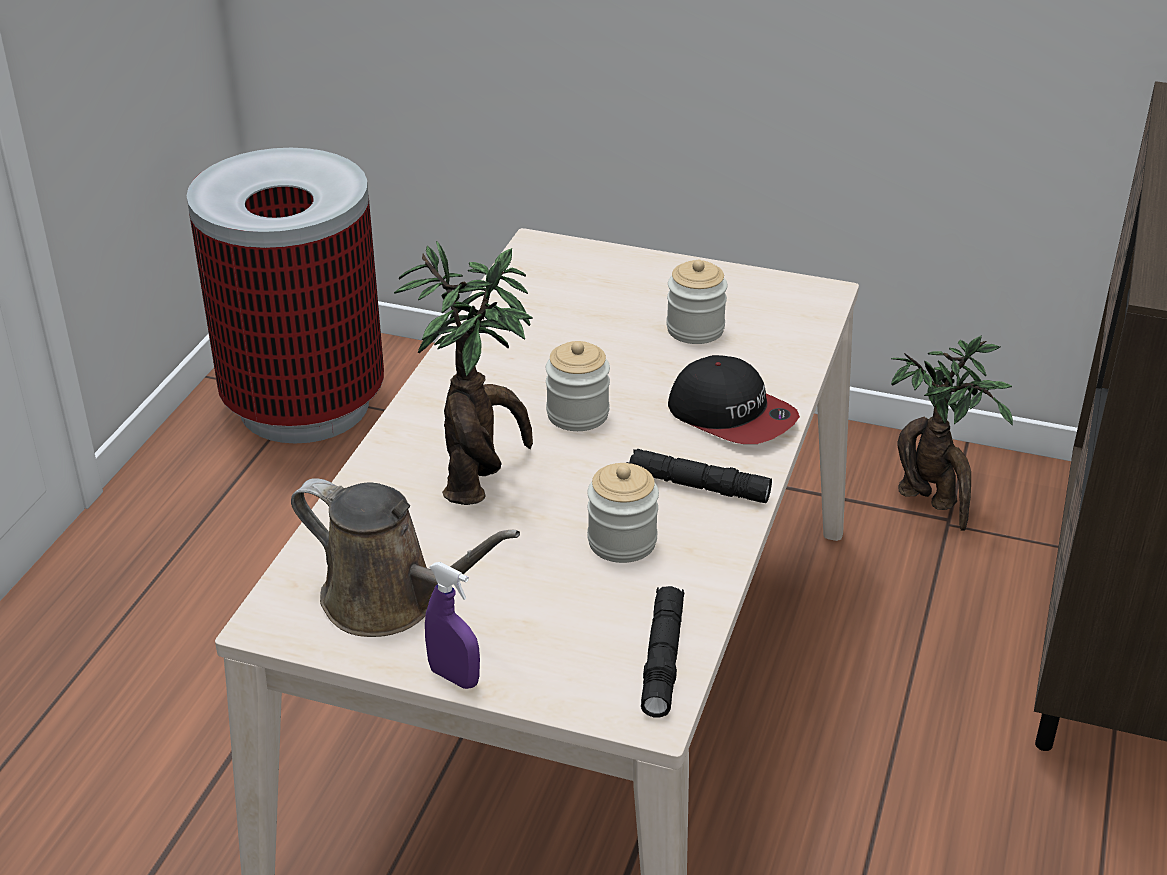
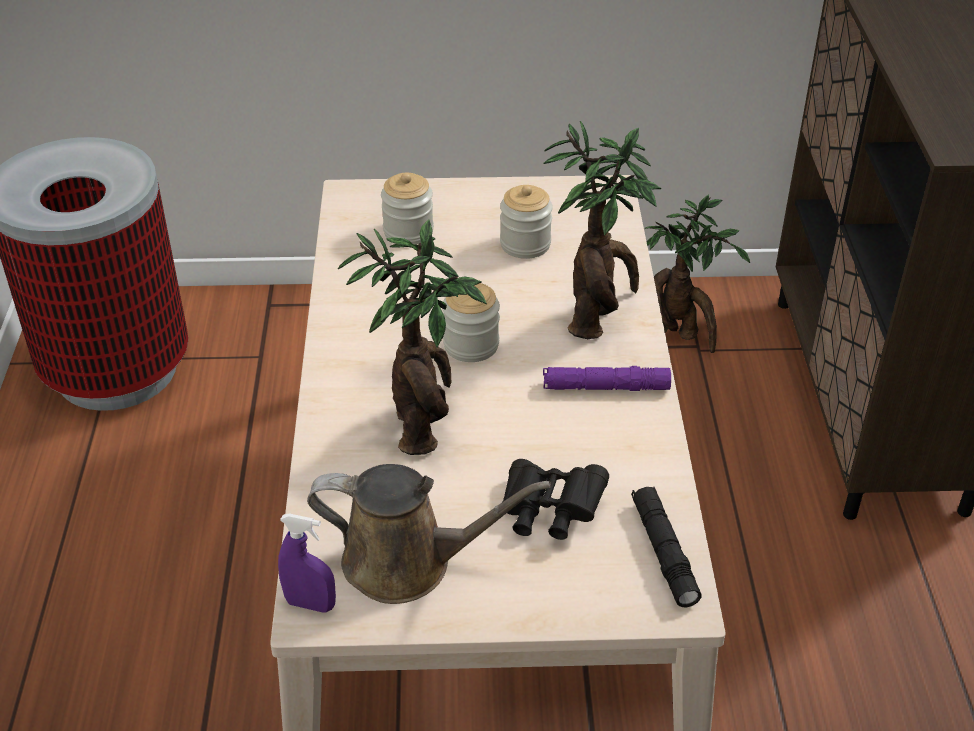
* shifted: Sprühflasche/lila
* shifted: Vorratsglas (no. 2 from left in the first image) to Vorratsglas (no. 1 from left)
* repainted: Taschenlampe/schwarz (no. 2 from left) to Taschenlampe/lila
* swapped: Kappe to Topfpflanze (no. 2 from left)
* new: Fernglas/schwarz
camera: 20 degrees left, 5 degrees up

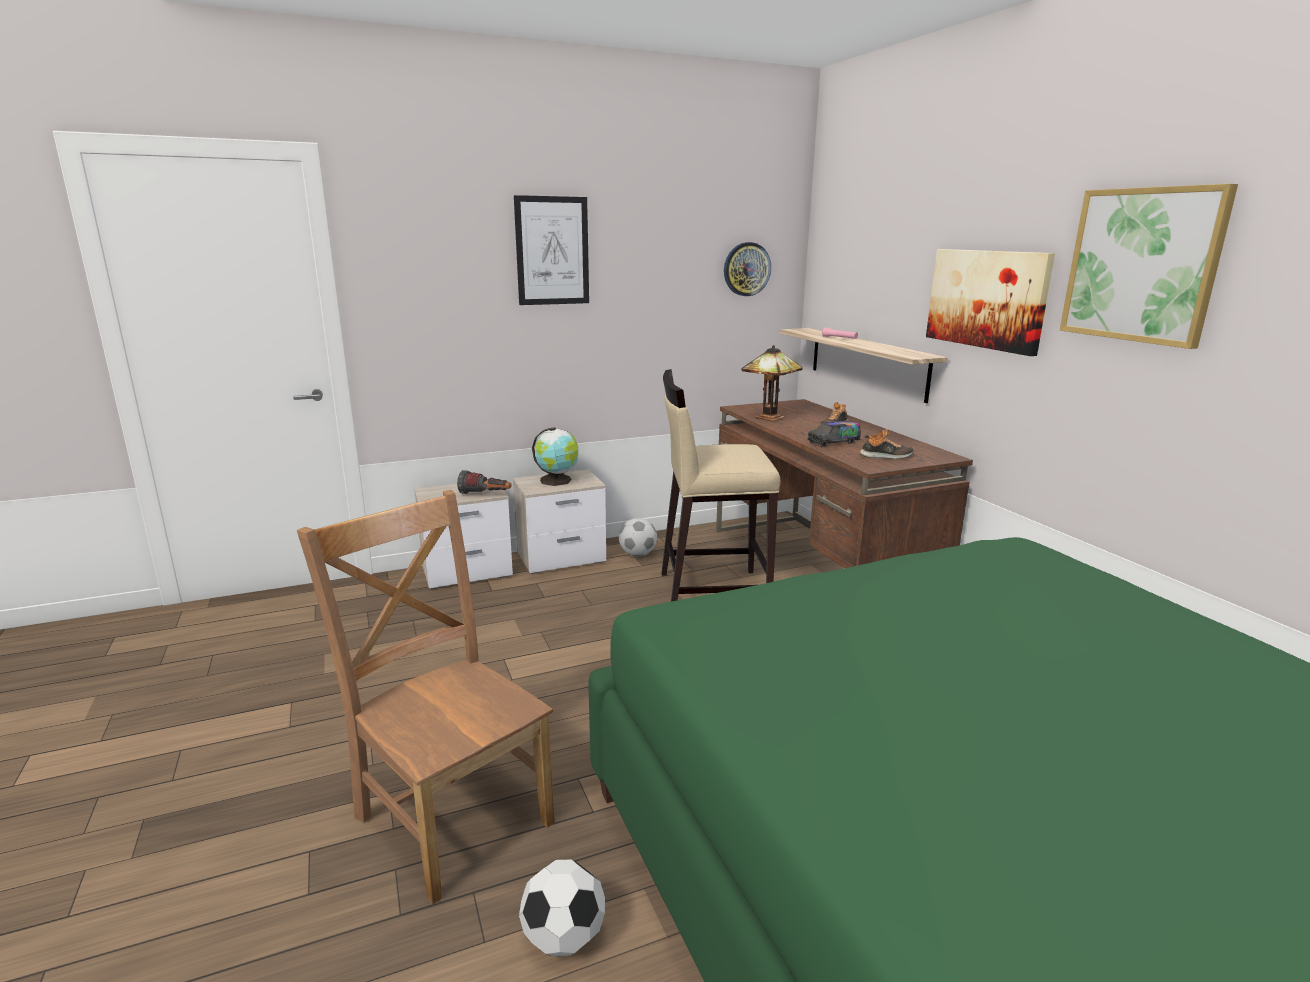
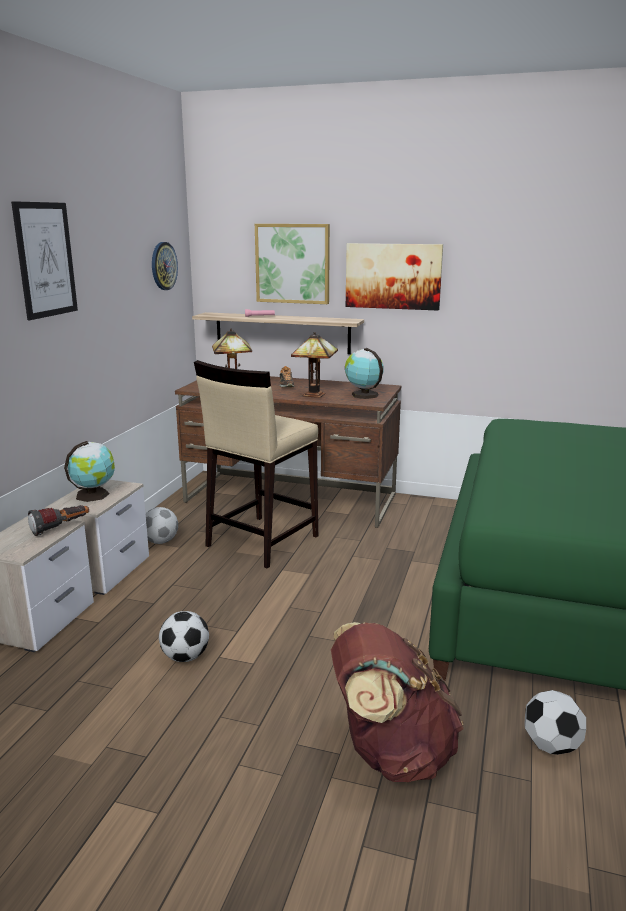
* swapped: Stuhl/braun to Rucksack/braun
* swapped: Spielzeuglaster to Tischlampe (no. 2 from left)
* swapped: Schuh (no. 2 from left) to Globus (no. 2 from left)
* shifted: Bild (no. 3 from left in the first image) to Bild (no. 2 from left)
* new: Fußball (no. 2 from left)
camera: 50 degrees left, 0 degrees up

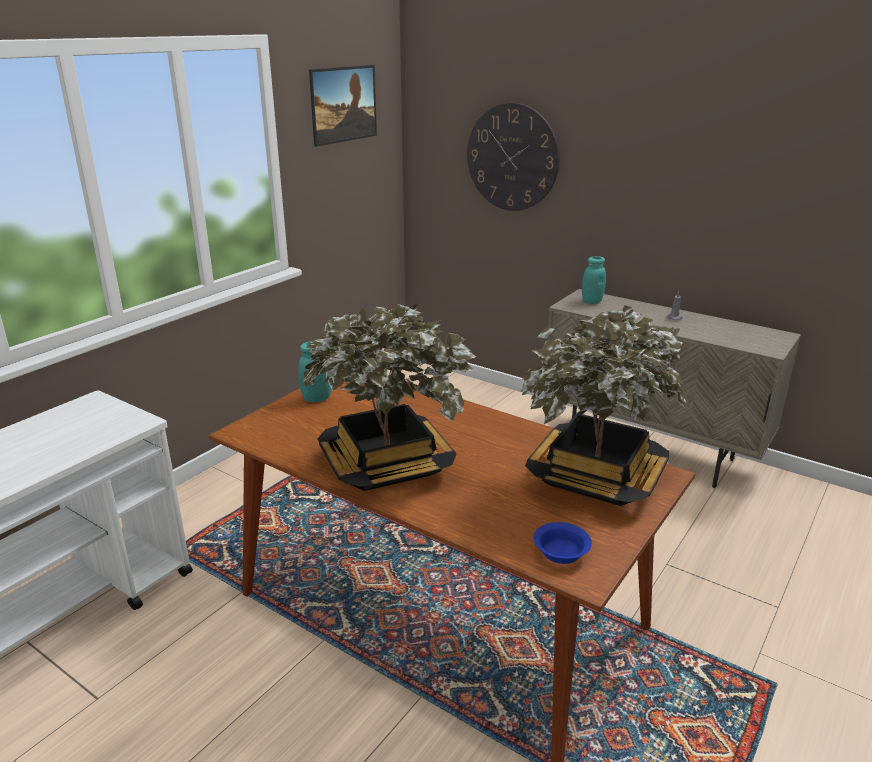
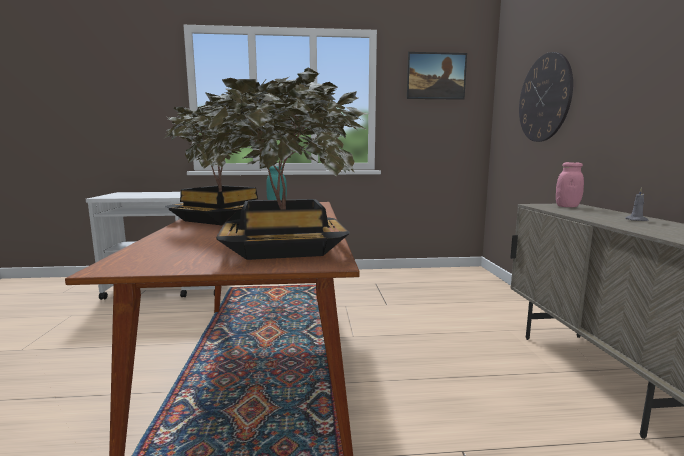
* gone: Schüssel/blau
* repainted: Vorratsglas/türkis (no. 2 from left) to Vorratsglas/rosa
camera: 50 degrees right, 15 degrees down

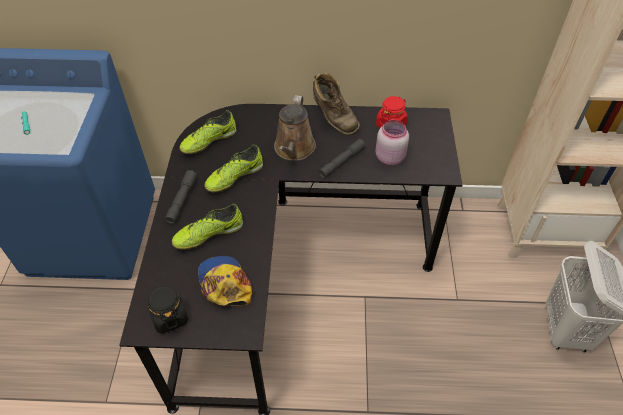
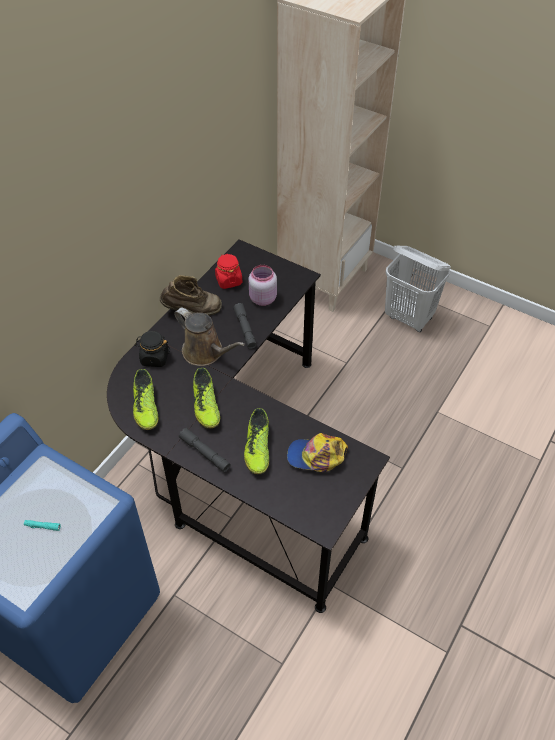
* shifted: Vorratsglas/schwarz
camera: 60 degrees left, 0 degrees up

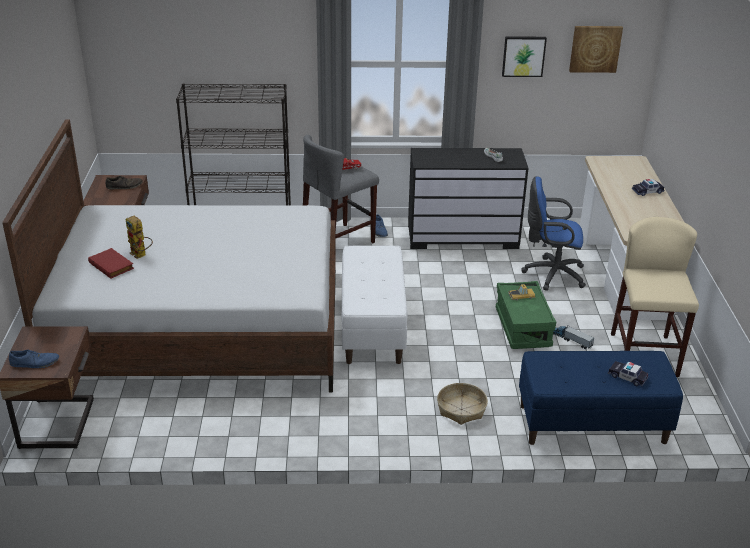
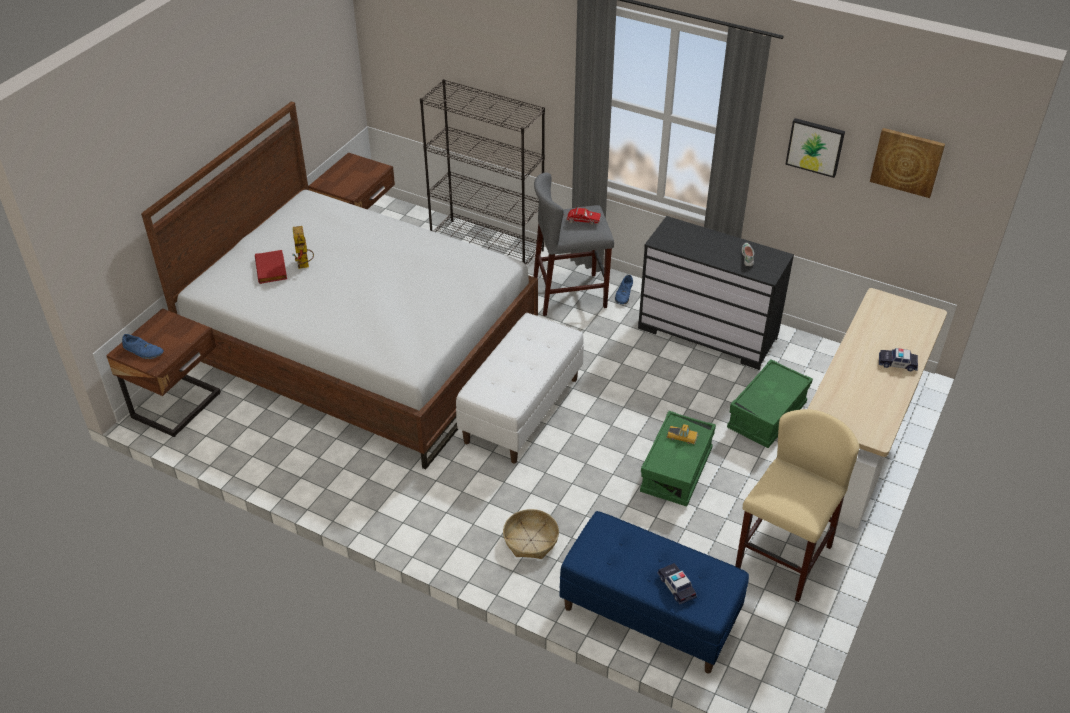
* gone: Schuh/braun
* swapped: Bürostuhl/blau to Aufbewahrungsbox/grün (no. 2 from left)
* gone: Spielzeuglaster (no. 2 from left)
camera: 30 degrees right, 10 degrees up

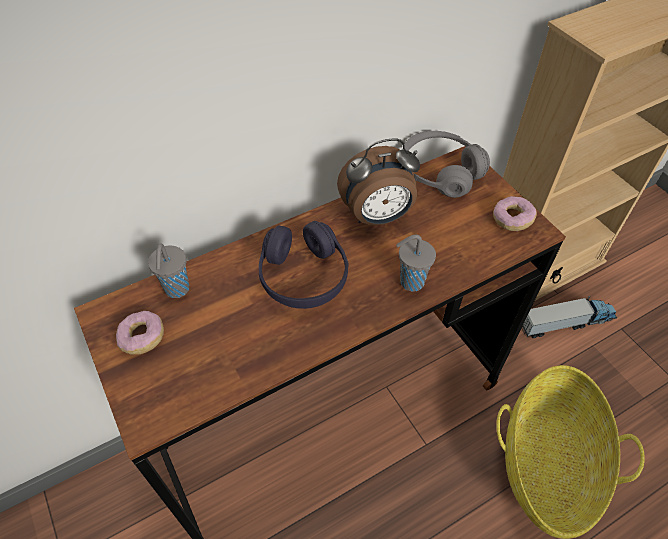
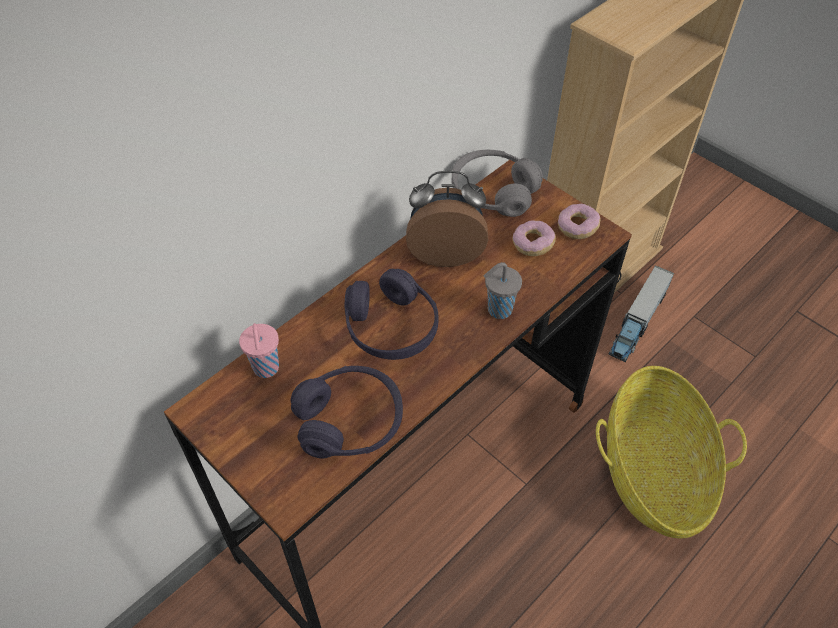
* shifted: Donut (no. 1 from left)
* repainted: Tasse/grau (no. 1 from left) to Tasse/rosa
* rotated: Wecker 150 degrees counterclockwise
* rotated: Spielzeuglaster 150 degrees clockwise
* new: Kopfhörer/lila (no. 1 from left)
camera: 15 degrees left, 0 degrees up

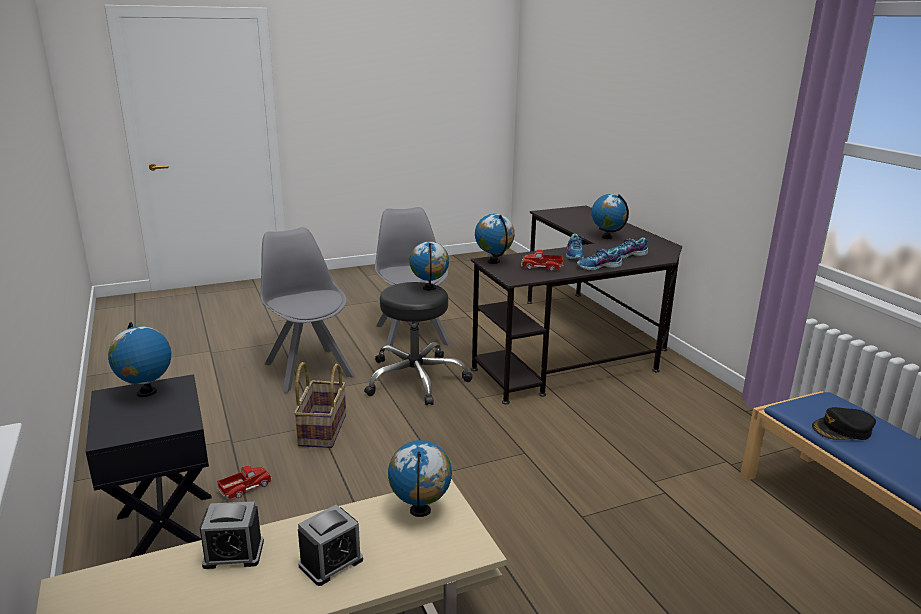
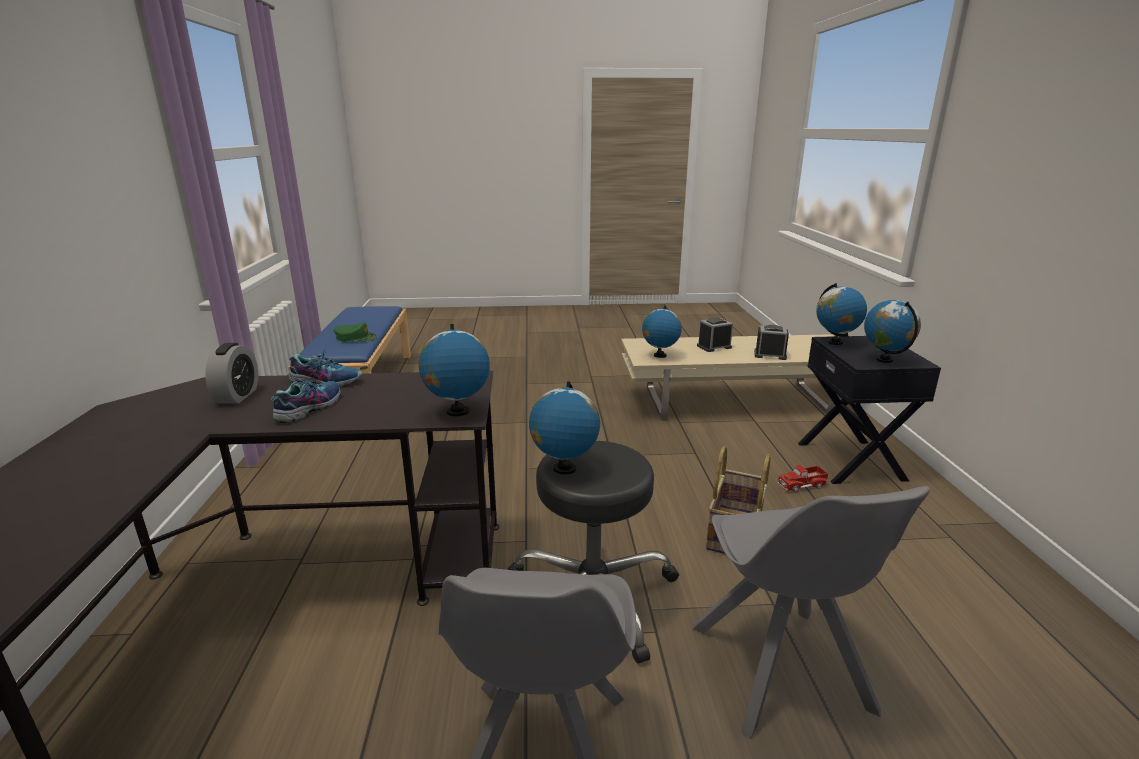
* gone: Spielzeuglaster (no. 2 from left)
* shifted: Globus (no. 5 from left in the first image) to Globus (no. 4 from left)
* swapped: Schuh (no. 3 from left) to Wecker (no. 1 from left)
* repainted: Kappe/schwarz to Kappe/grün
camera: 160 degrees left, 0 degrees up

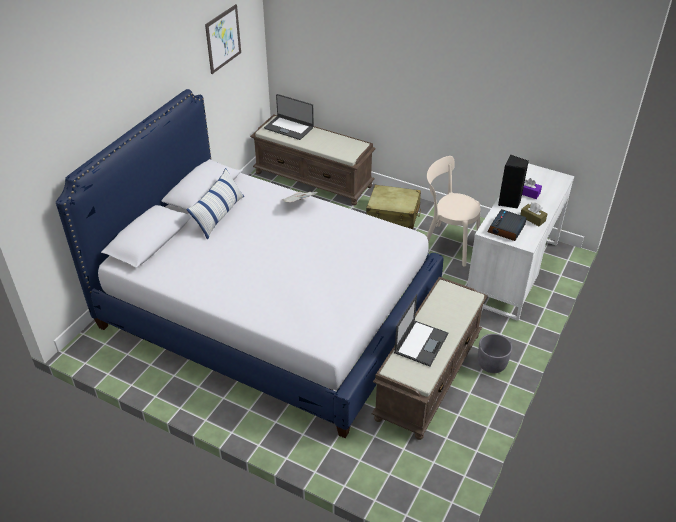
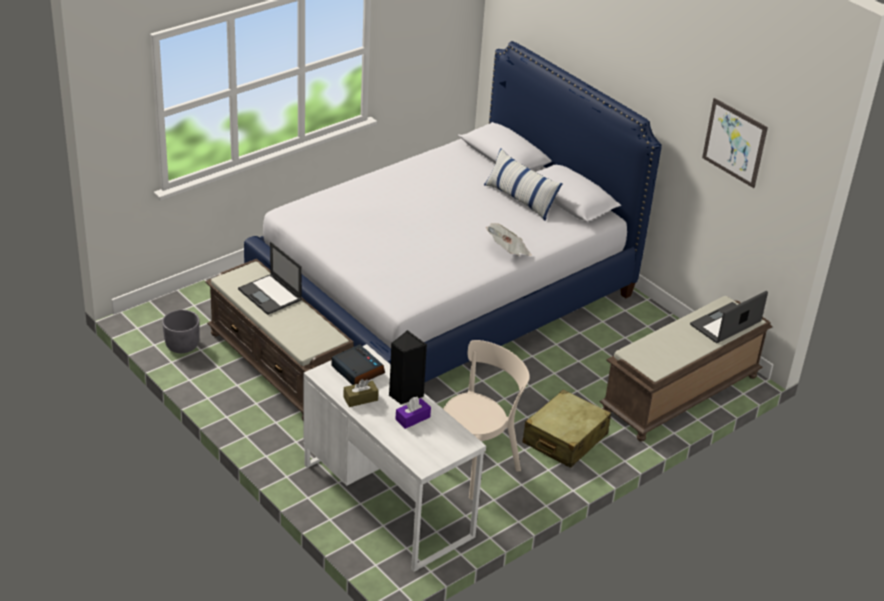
* shifted: Pflanzkübel/grau
camera: 110 degrees right, 5 degrees down

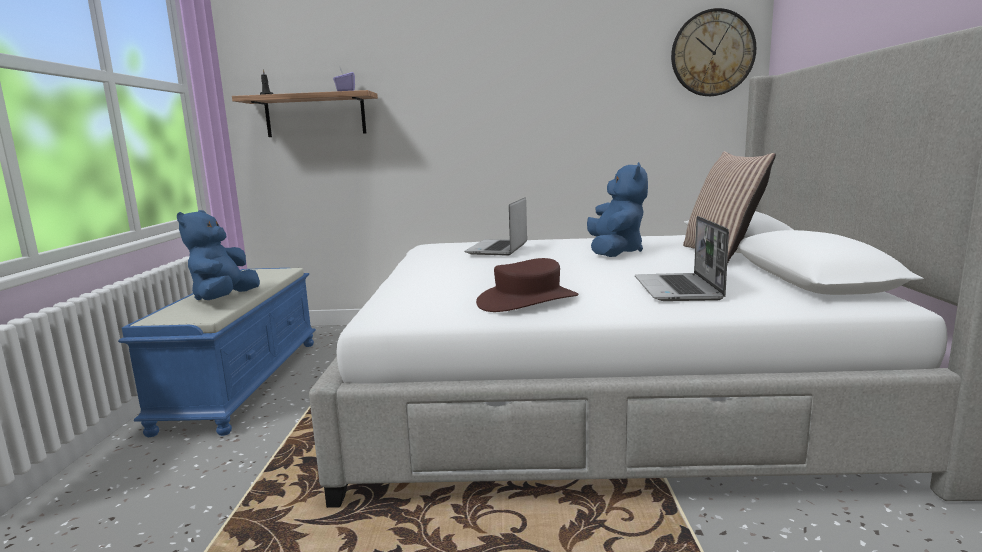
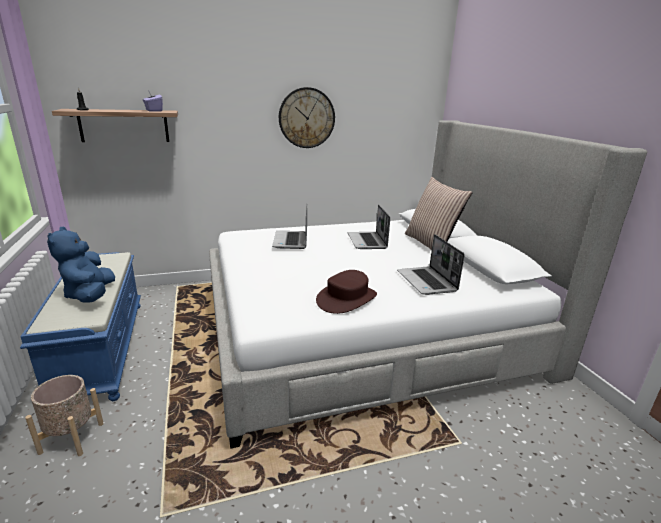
* swapped: Plüschtier/blau (no. 2 from left) to Laptop (no. 2 from left)
* shifted: Wanduhr
* new: Pflanzkübel/beige
camera: 20 degrees left, 10 degrees up

